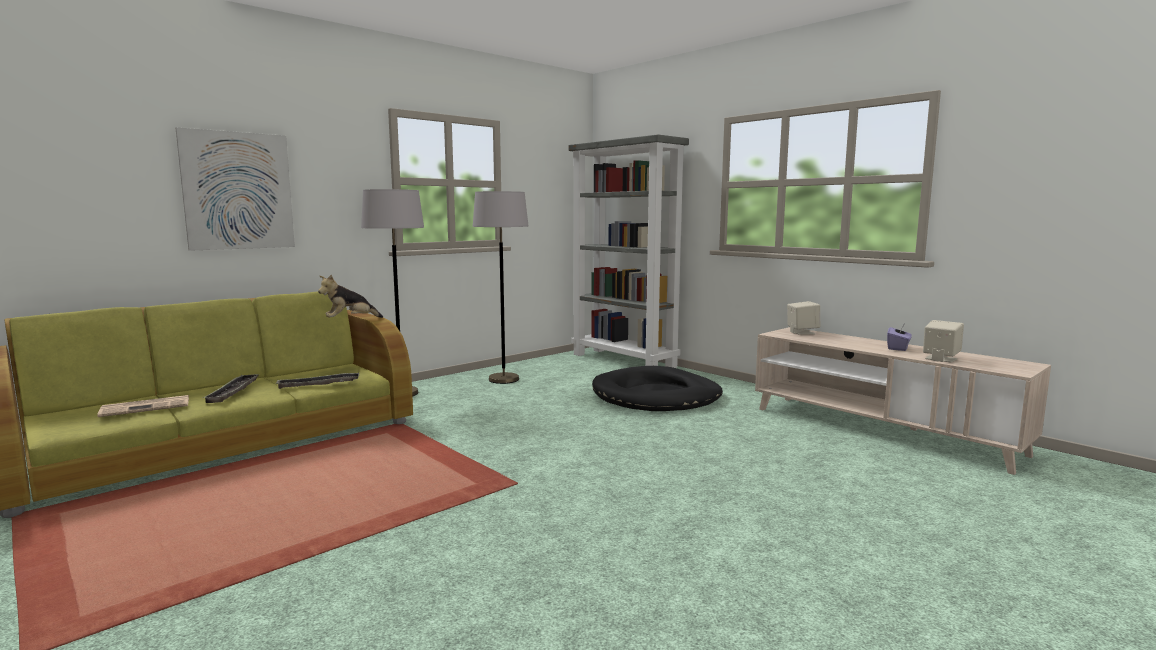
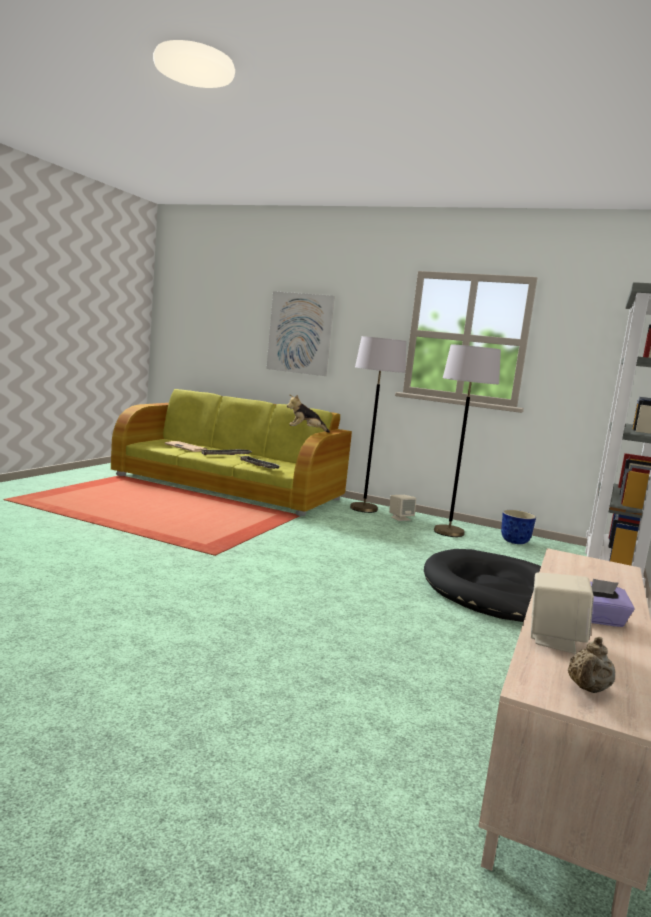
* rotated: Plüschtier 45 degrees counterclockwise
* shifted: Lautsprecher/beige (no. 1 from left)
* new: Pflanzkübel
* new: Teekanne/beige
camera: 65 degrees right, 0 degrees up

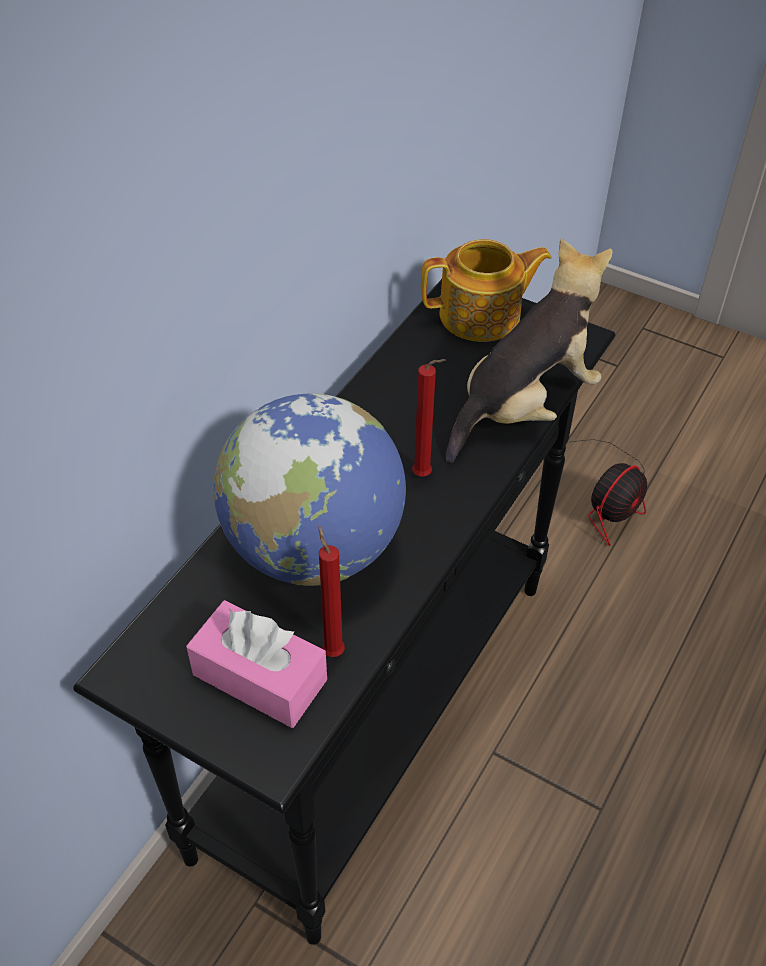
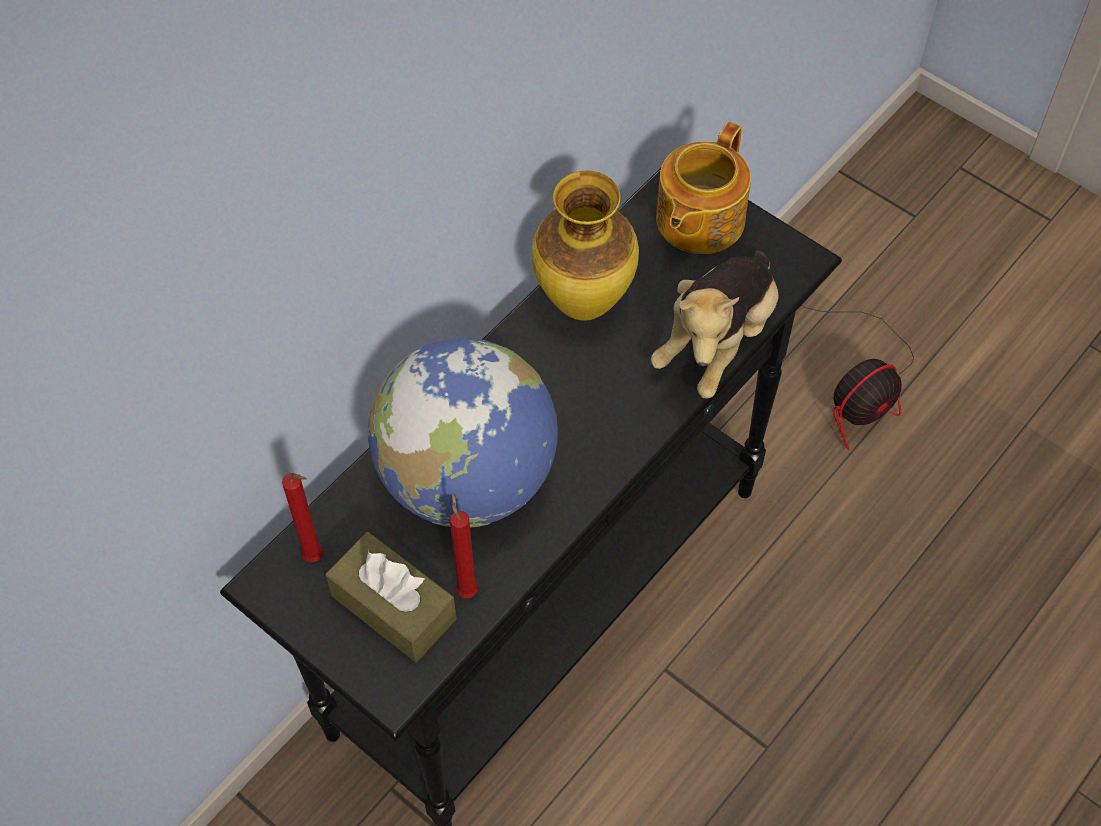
* repainted: Taschentuchbox/rosa to Taschentuchbox/braun
* shifted: Kerze/rot (no. 2 from left in the first image) to Kerze/rot (no. 1 from left)
* rotated: Teekanne 120 degrees clockwise
* rotated: Plüschtier 150 degrees clockwise
* new: Vase
camera: 10 degrees right, 10 degrees up

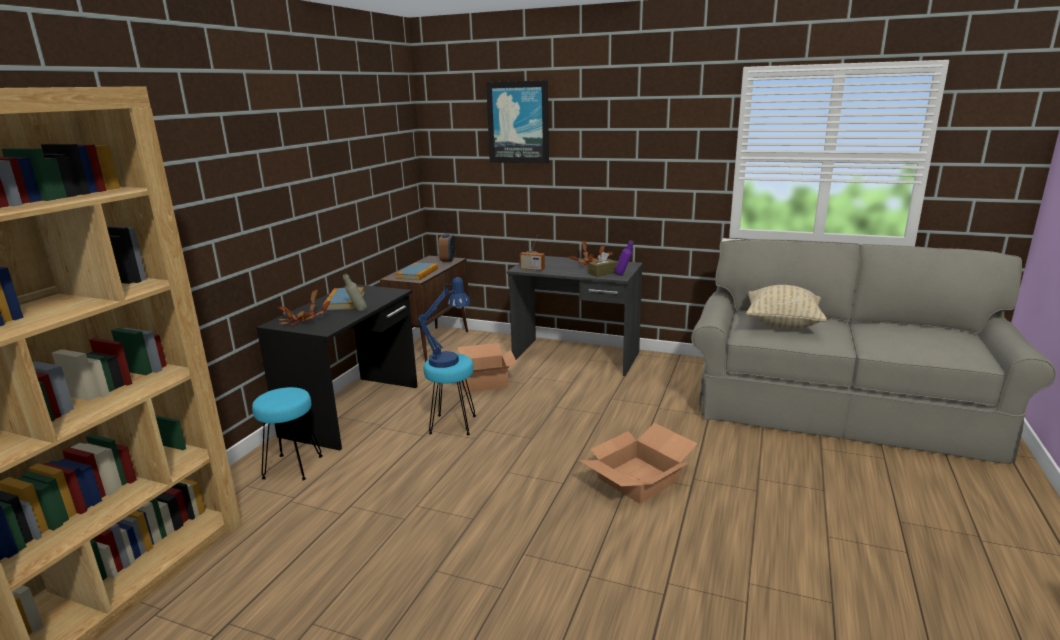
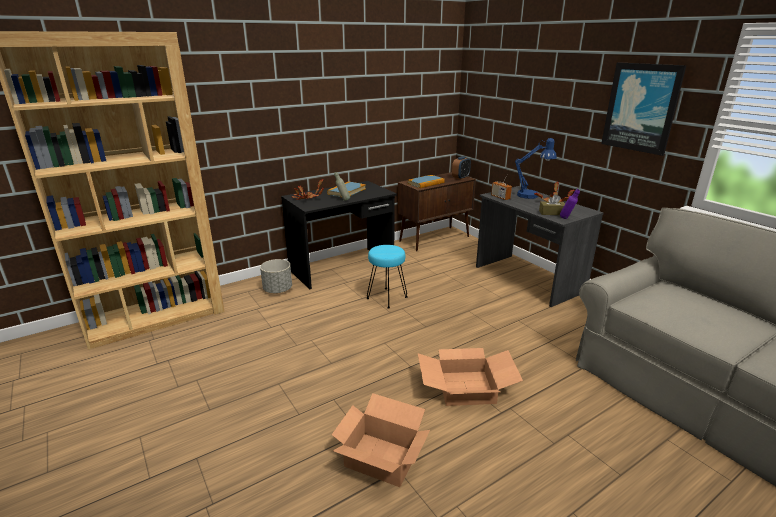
* swapped: Hocker/türkis (no. 1 from left) to Pflanzkübel/grau
* shifted: Tischlampe/blau
* shifted: Karton (no. 1 from left)
* shifted: Bild
* gone: Kissen/beige
camera: 35 degrees right, 5 degrees up

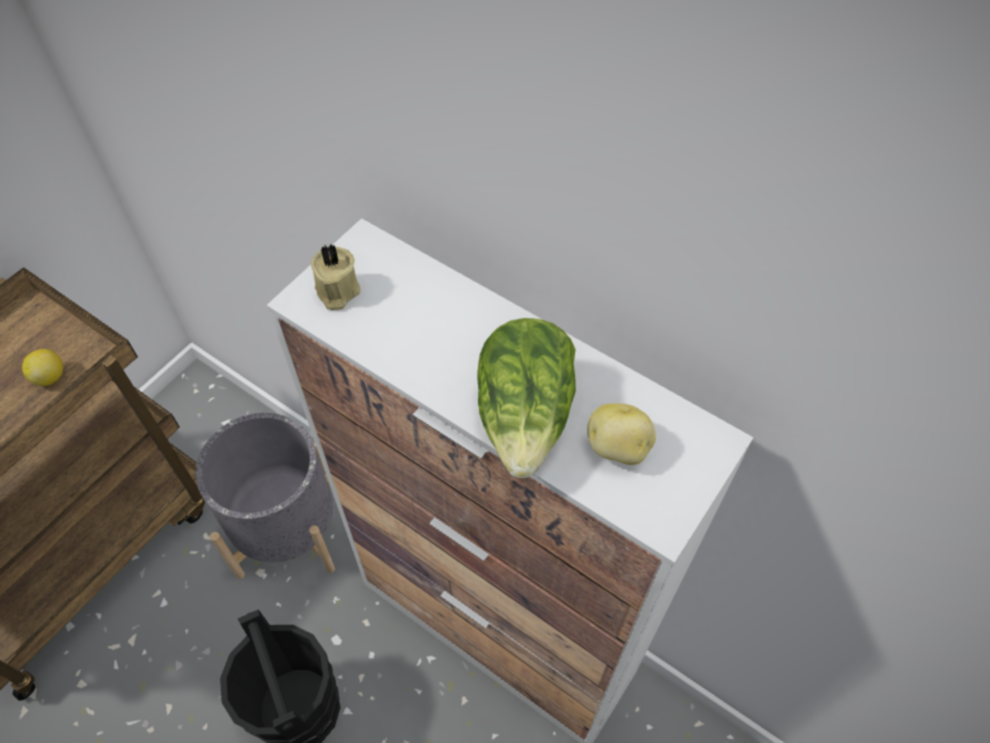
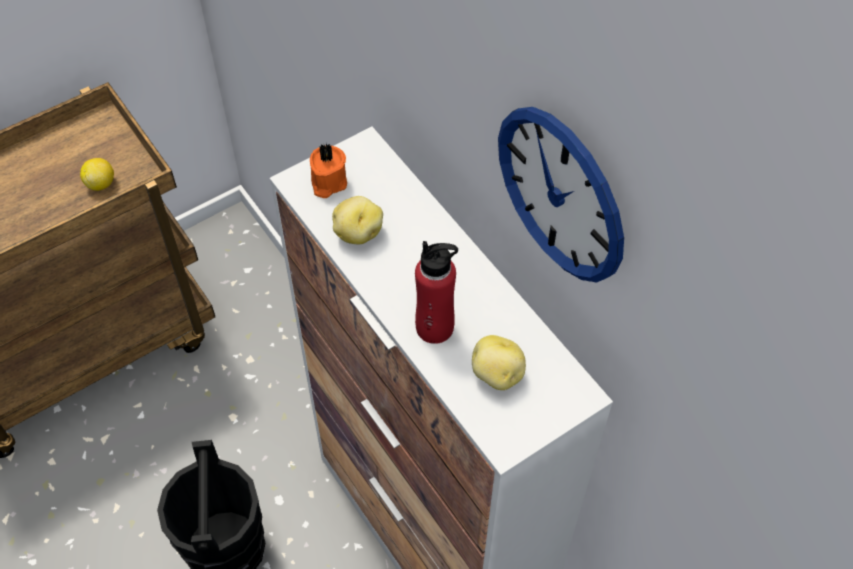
* gone: Pflanzkübel/grau
* repainted: Kerze/beige to Kerze/orange
* swapped: Salatkopf to Flasche/rot
* new: Kartoffel (no. 1 from left)
* new: Wanduhr
camera: 20 degrees right, 0 degrees up

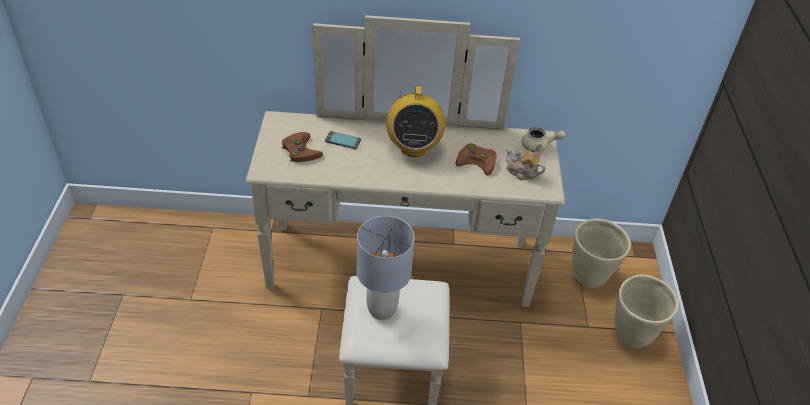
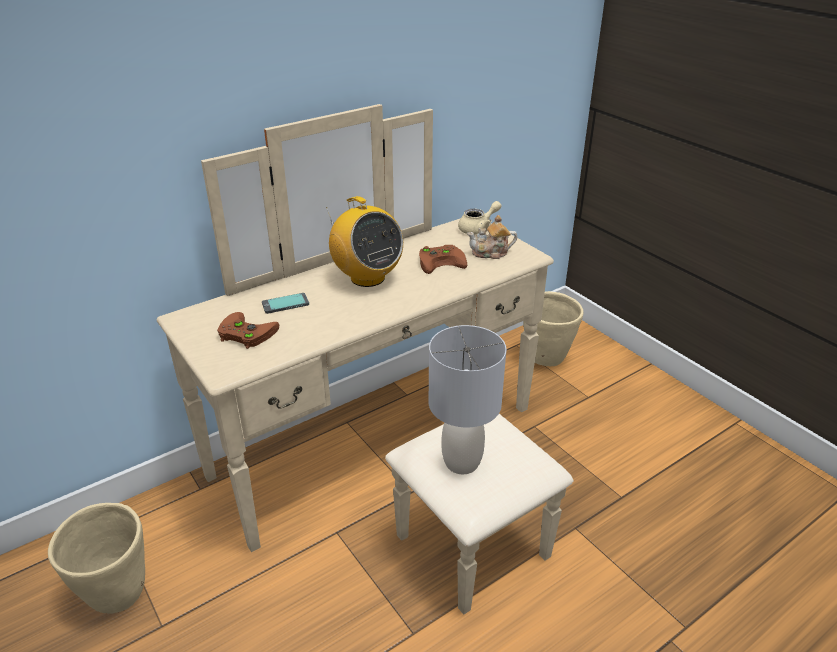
* shifted: Pflanzkübel/beige (no. 2 from left in the first image) to Pflanzkübel/beige (no. 1 from left)
camera: 35 degrees left, 10 degrees down

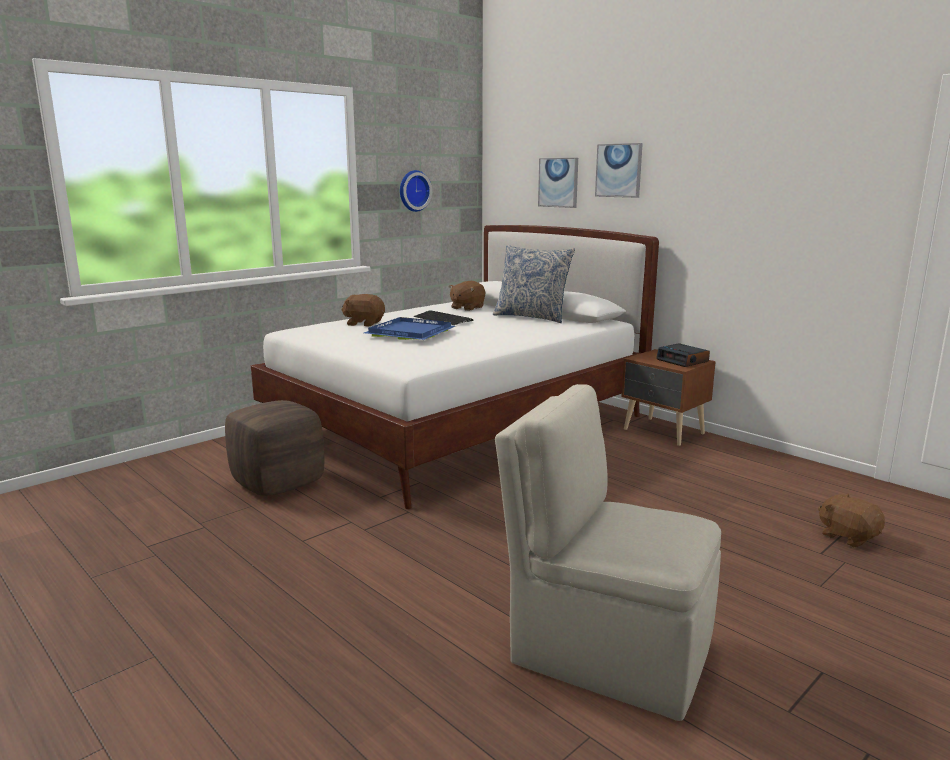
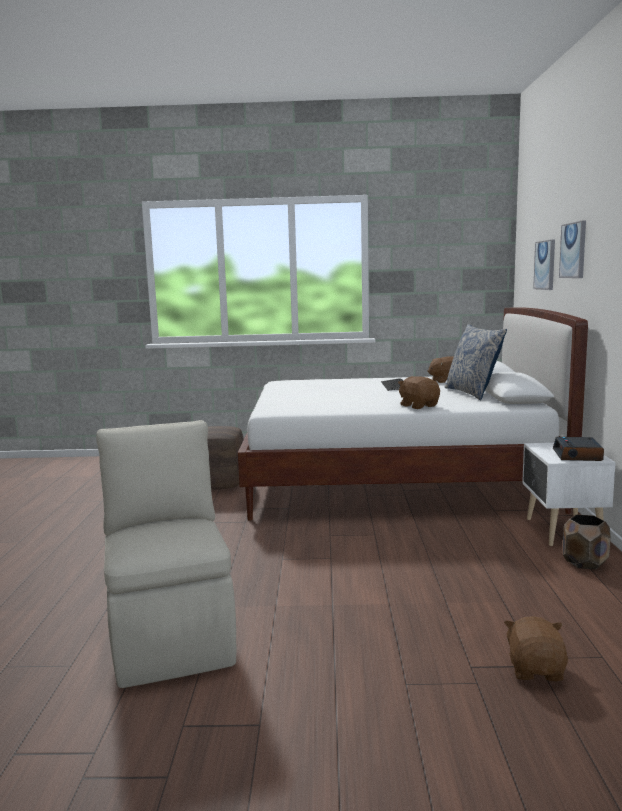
* shifted: Plüschtier/braun (no. 1 from left)
* gone: Tablett/blau
* gone: Wanduhr
* repainted: Nachttisch/braun to Nachttisch/weiß
* new: Pflanzkübel/braun
camera: 45 degrees right, 5 degrees down

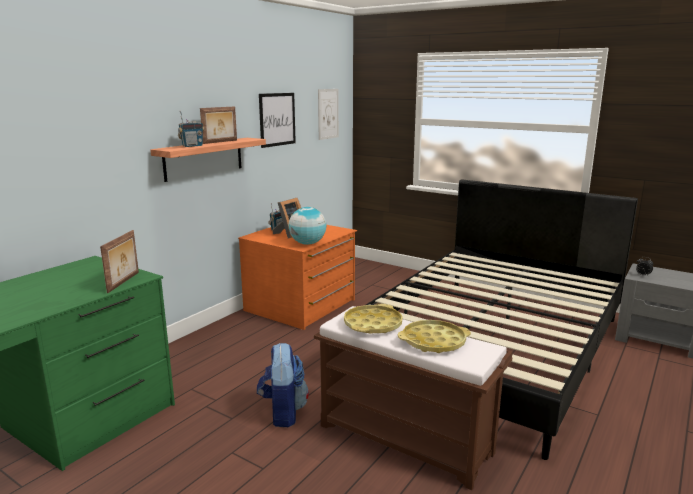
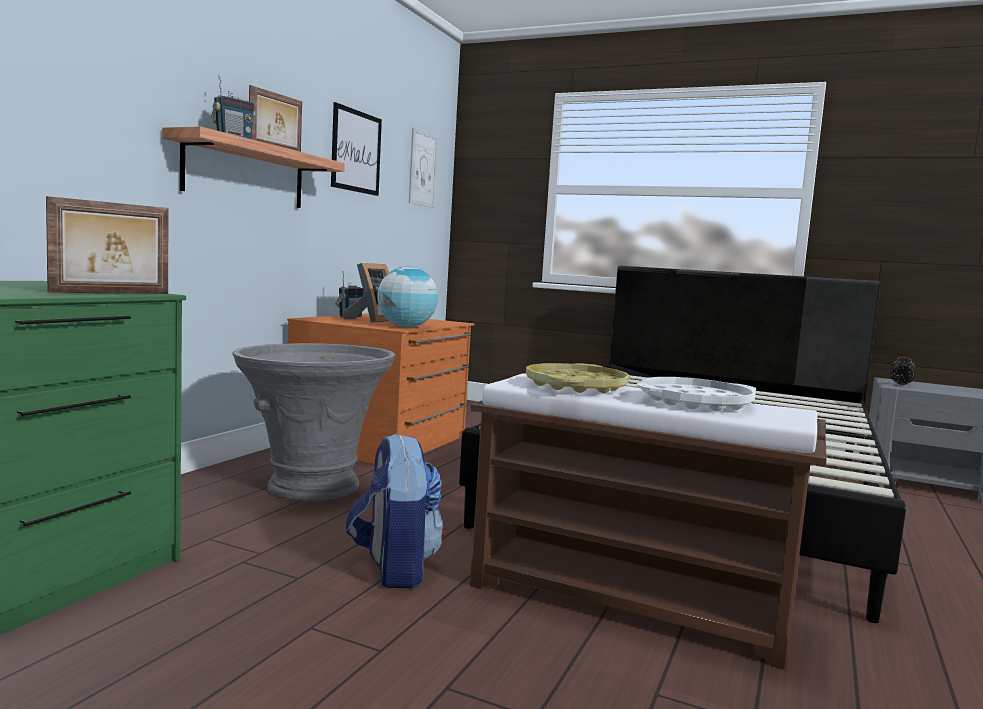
* rotated: Bilderrahmen (no. 1 from left) 45 degrees clockwise
* repainted: Tablett/gelb (no. 2 from left) to Tablett/weiß
* new: Pflanzkübel/grau
camera: 10 degrees left, 10 degrees down

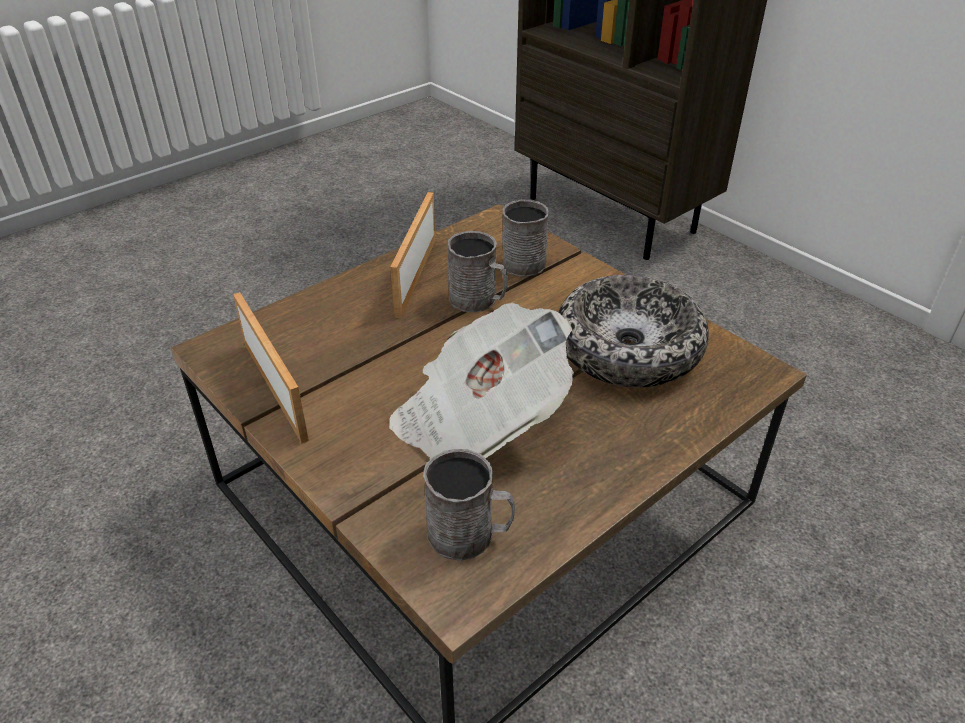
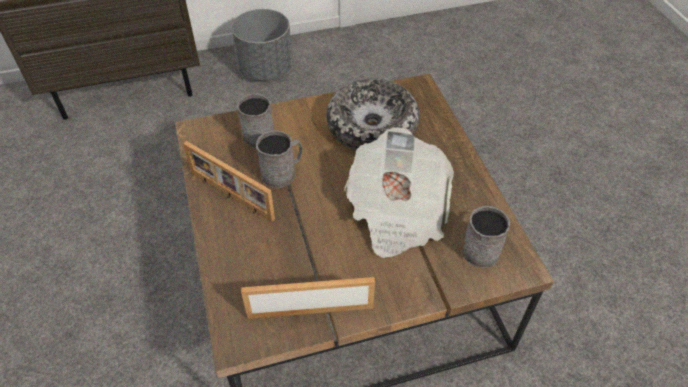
* new: Pflanzkübel/grau
camera: 65 degrees left, 10 degrees up

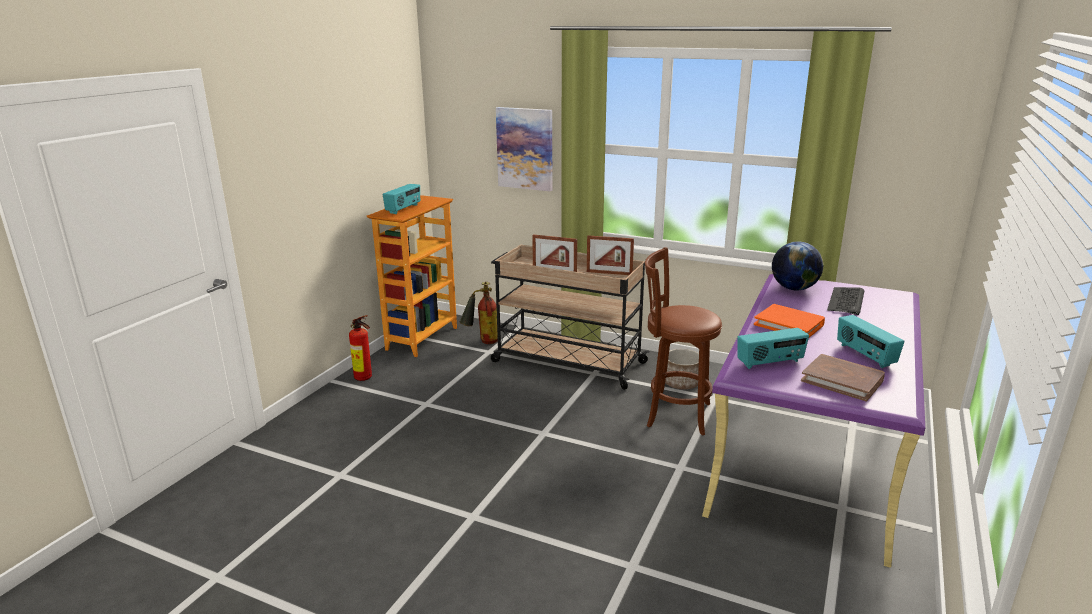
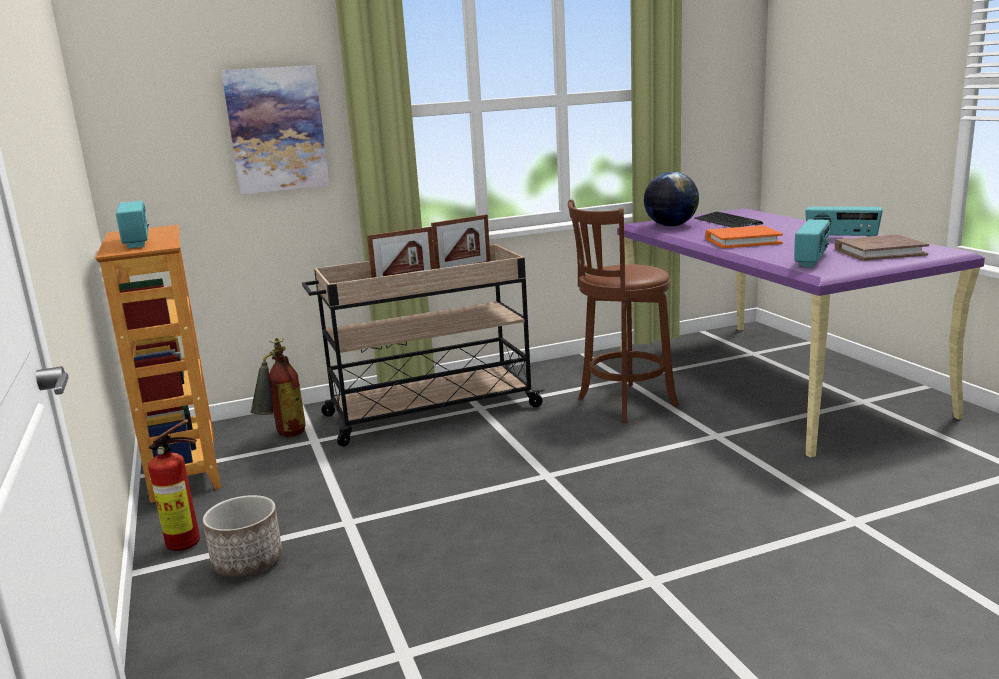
* shifted: Pflanzkübel
camera: 45 degrees left, 5 degrees down

